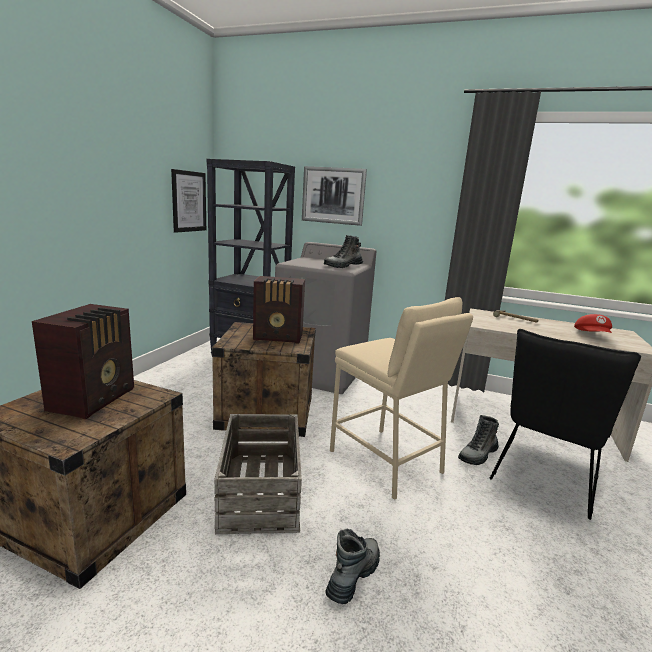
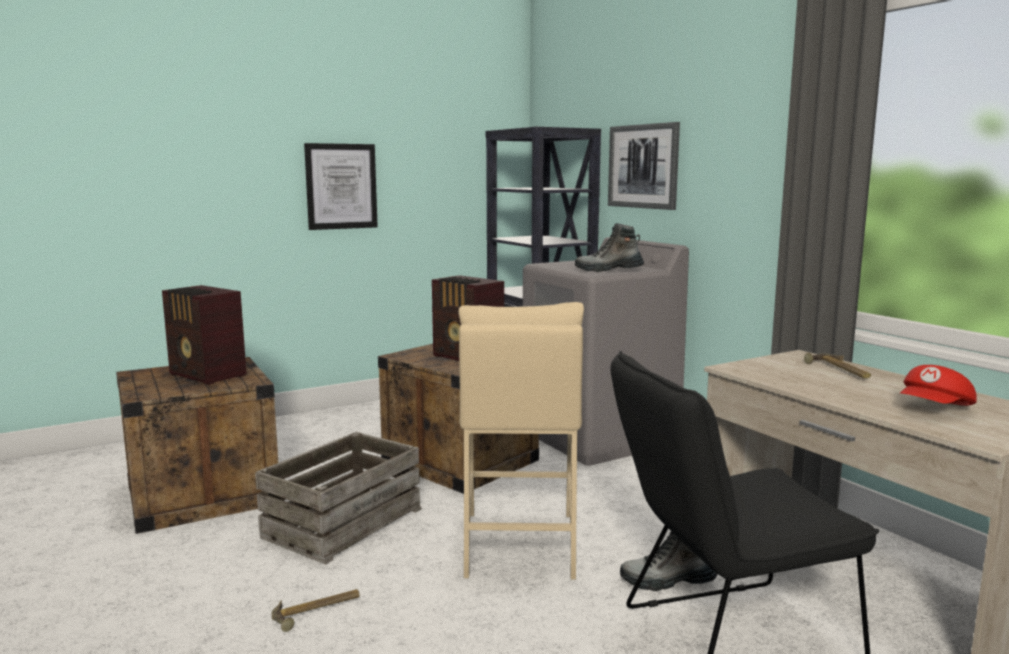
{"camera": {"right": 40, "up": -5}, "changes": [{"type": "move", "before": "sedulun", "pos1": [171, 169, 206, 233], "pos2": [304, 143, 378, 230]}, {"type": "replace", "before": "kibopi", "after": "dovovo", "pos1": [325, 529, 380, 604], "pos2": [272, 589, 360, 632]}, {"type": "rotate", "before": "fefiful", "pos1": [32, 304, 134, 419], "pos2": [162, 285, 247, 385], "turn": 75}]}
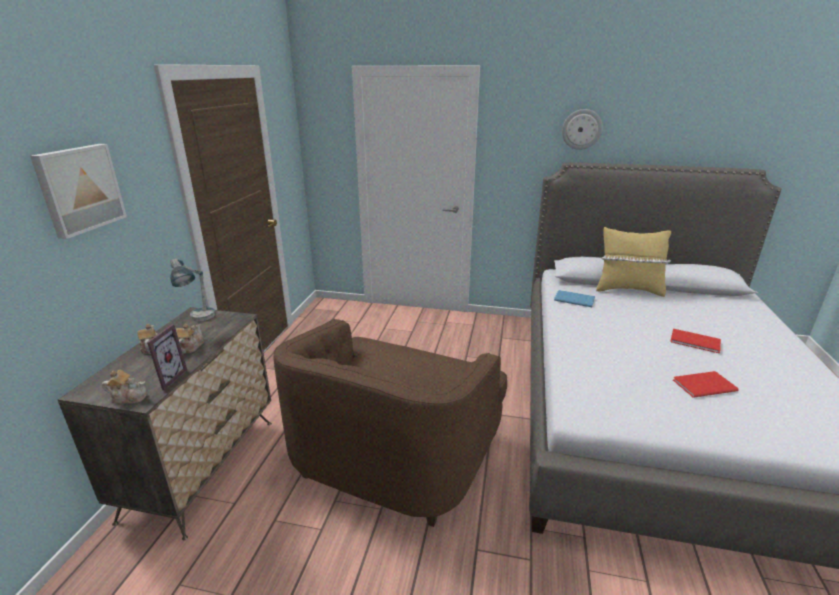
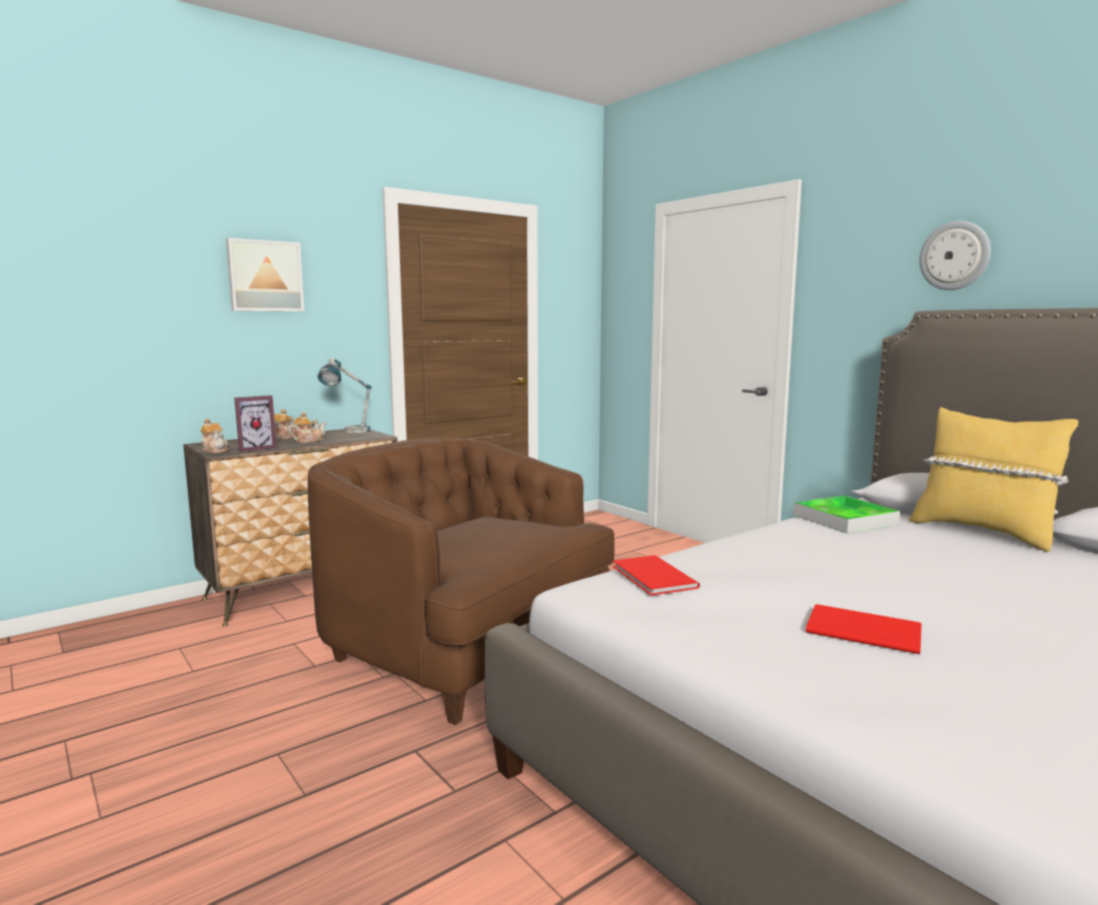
{"camera": {"right": 40, "up": -15}, "changes": [{"type": "move", "before": "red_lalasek", "pos1": [670, 329, 721, 353], "pos2": [613, 555, 700, 595]}, {"type": "replace", "before": "blue_lalasek", "after": "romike", "pos1": [554, 290, 595, 307], "pos2": [793, 495, 900, 533]}, {"type": "rotate", "before": "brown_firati", "pos1": [273, 319, 507, 527], "pos2": [308, 437, 615, 725], "turn": 60}]}
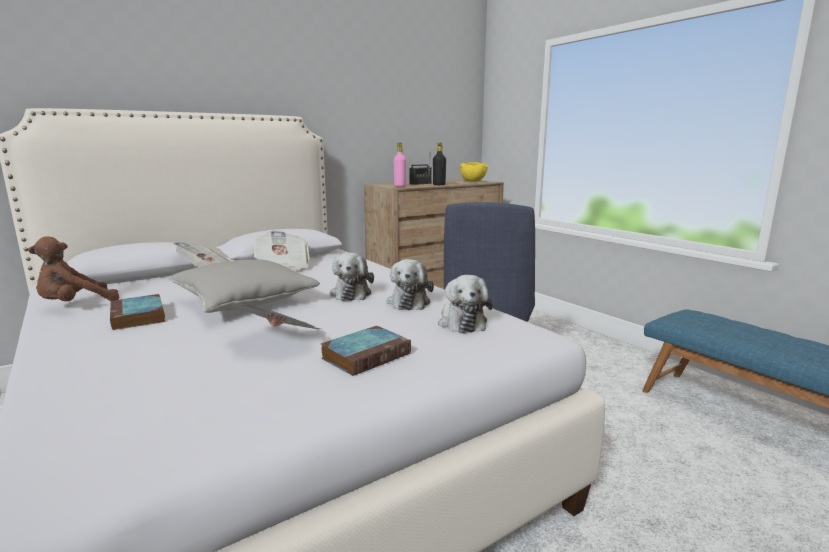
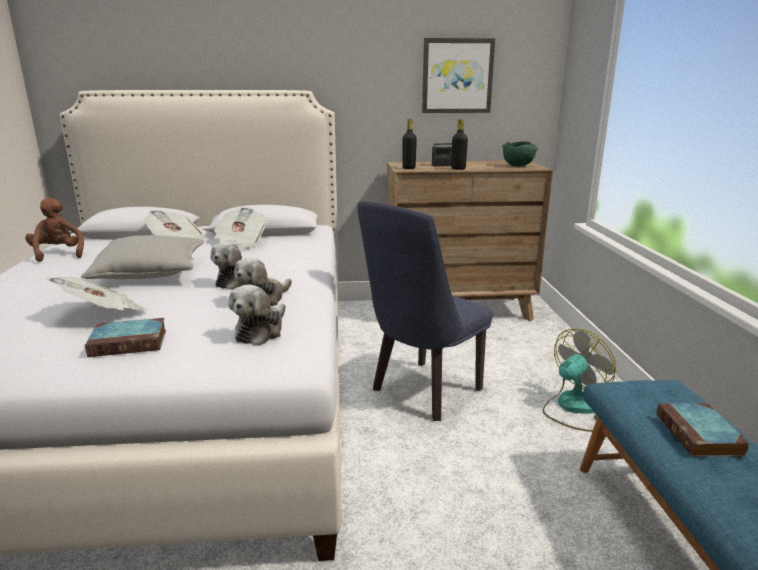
{"camera": {"right": 30, "up": 5}, "changes": [{"type": "insert", "after": "sedulun", "pos2": [422, 38, 495, 113]}, {"type": "insert", "after": "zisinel", "pos2": [543, 329, 616, 432]}, {"type": "move", "before": "lalasek", "pos1": [110, 294, 165, 330], "pos2": [657, 403, 750, 457]}, {"type": "recolor", "before": "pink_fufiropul", "after": "black_fufiropul", "pos1": [394, 142, 406, 187], "pos2": [403, 119, 417, 169]}, {"type": "recolor", "before": "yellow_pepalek", "after": "green_pepalek", "pos1": [460, 162, 488, 182], "pos2": [502, 141, 538, 166]}, {"type": "rotate", "before": "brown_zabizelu", "pos1": [28, 236, 119, 301], "pos2": [25, 197, 84, 262], "turn": 75}]}
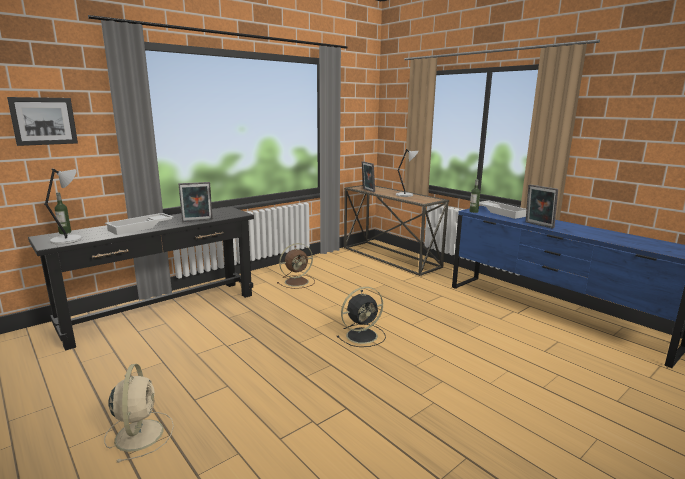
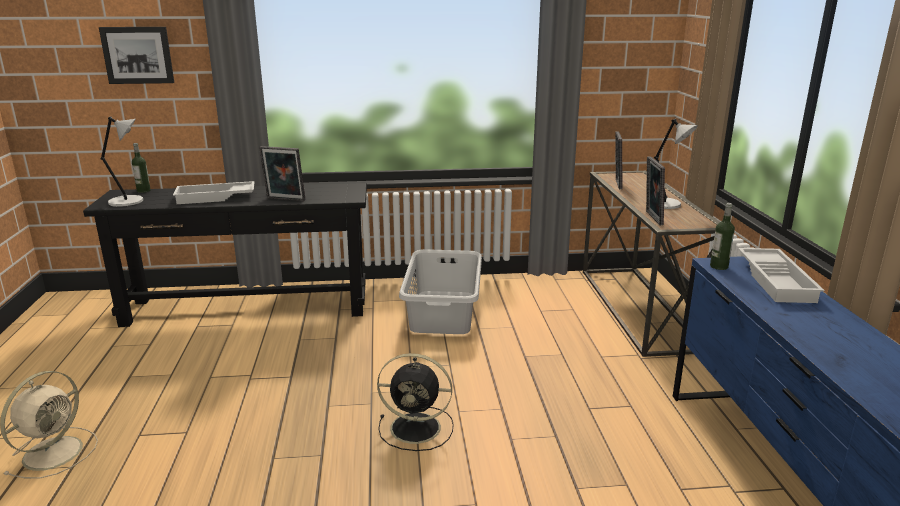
{"camera": {"right": 35, "up": 5}, "changes": [{"type": "move", "before": "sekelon", "pos1": [526, 185, 558, 229], "pos2": [646, 156, 665, 225]}, {"type": "replace", "before": "brown_zisinel", "after": "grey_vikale", "pos1": [277, 243, 315, 289], "pos2": [399, 249, 482, 334]}]}
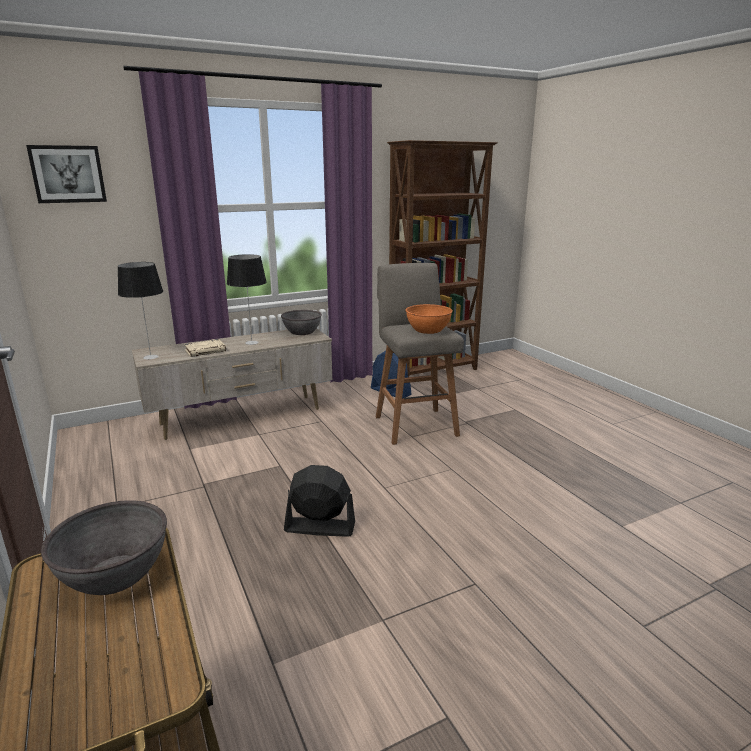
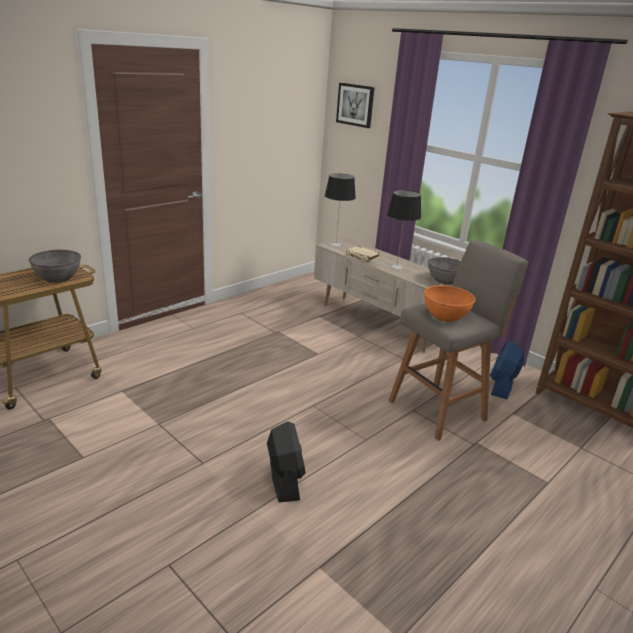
{"camera": {"right": 70, "up": 5}, "changes": [{"type": "move", "before": "black_zisinel", "pos1": [284, 465, 355, 537], "pos2": [267, 421, 306, 502]}]}
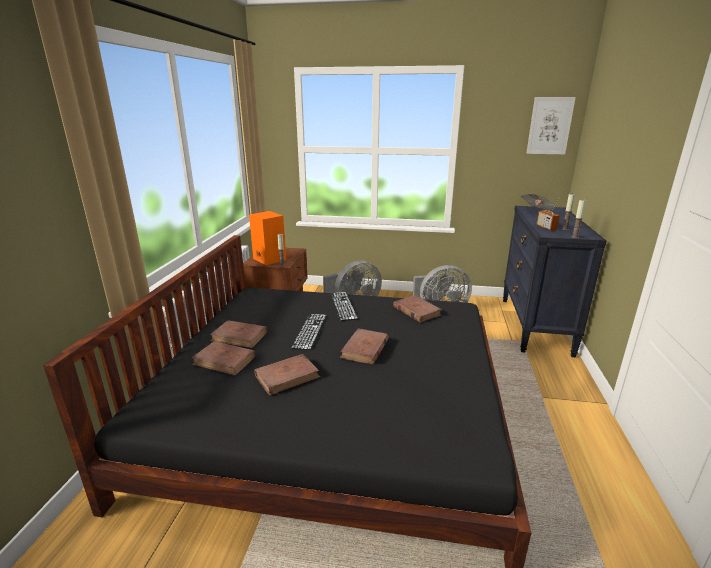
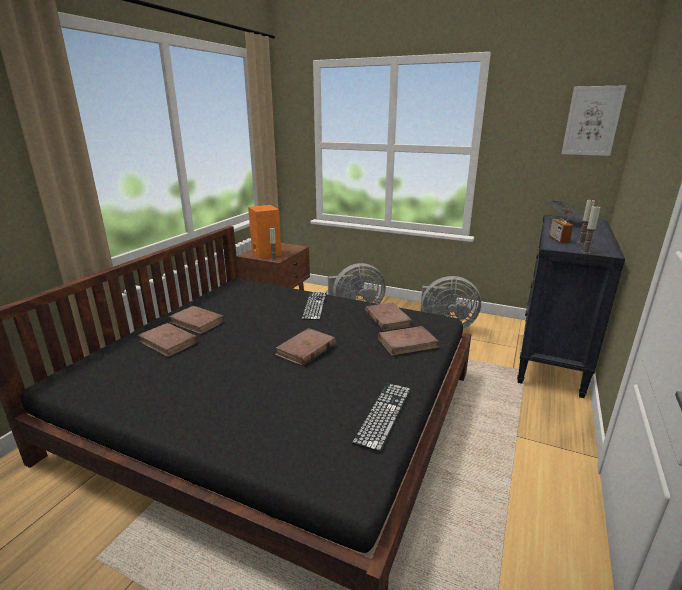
{"camera": {"right": 15, "up": 0}, "changes": [{"type": "move", "before": "brown_lalasek", "pos1": [255, 354, 320, 396], "pos2": [378, 326, 439, 356]}, {"type": "move", "before": "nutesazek", "pos1": [291, 314, 327, 350], "pos2": [352, 383, 411, 452]}]}
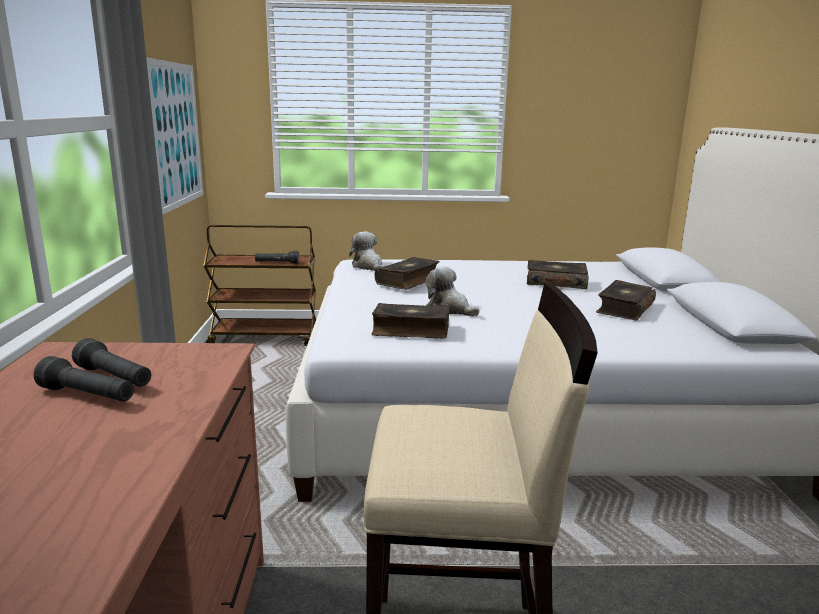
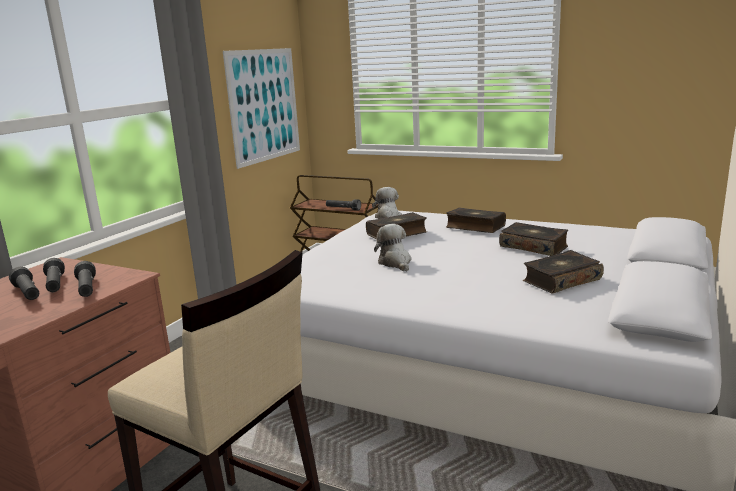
{"camera": {"right": 30, "up": 0}, "changes": [{"type": "insert", "after": "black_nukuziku", "pos2": [74, 261, 96, 297]}, {"type": "move", "before": "lalasek", "pos1": [372, 303, 450, 339], "pos2": [446, 208, 506, 233]}]}
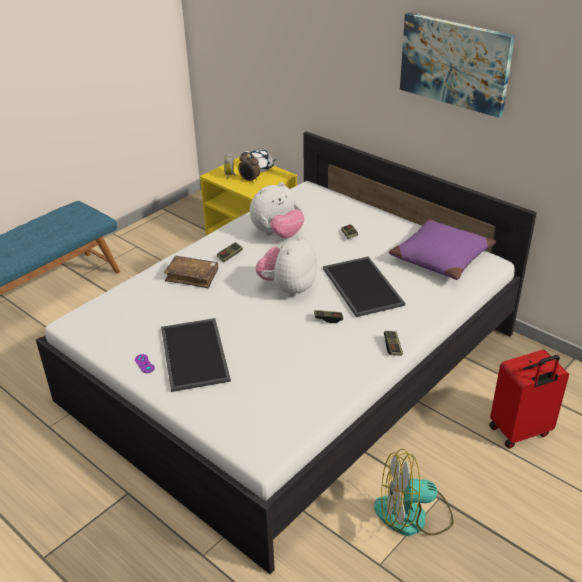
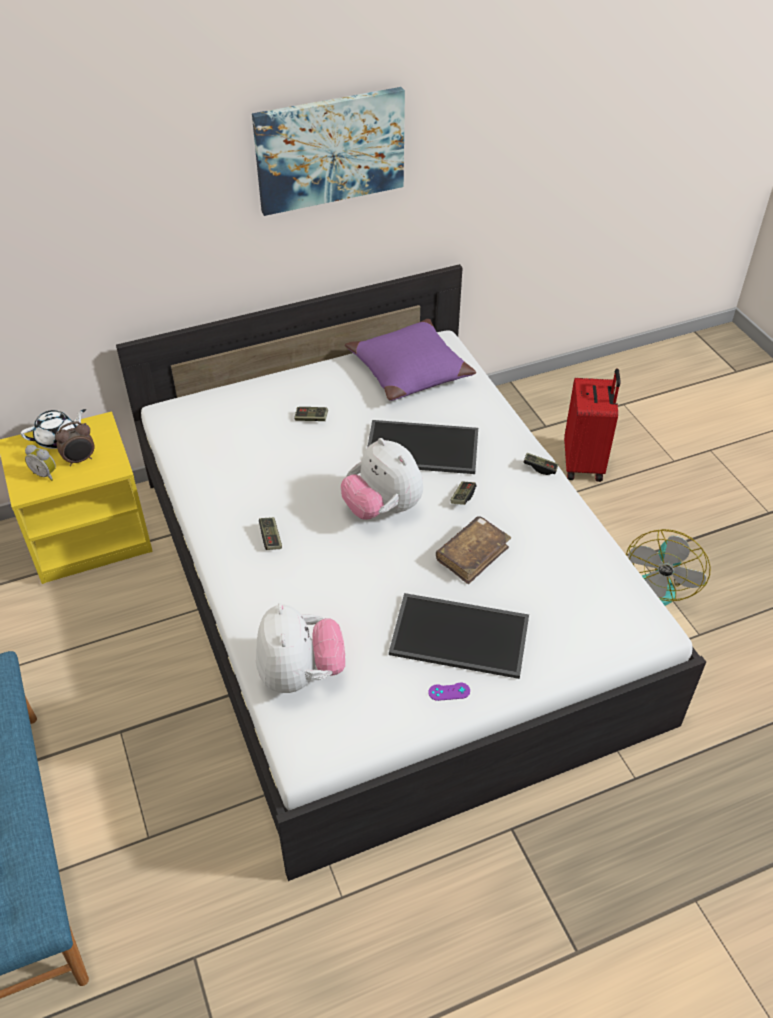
{"camera": {"right": -65, "up": 10}, "changes": [{"type": "move", "before": "brown_lalasek", "pos1": [164, 256, 218, 288], "pos2": [436, 516, 511, 584]}, {"type": "move", "before": "zabizelu", "pos1": [250, 182, 304, 239], "pos2": [256, 603, 345, 693]}]}
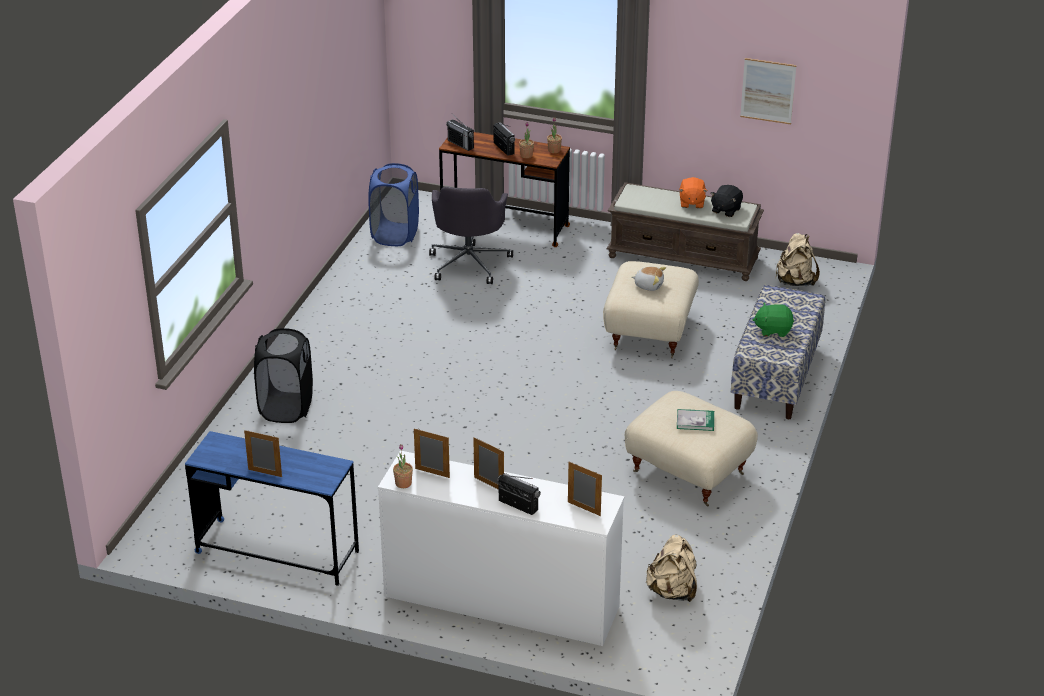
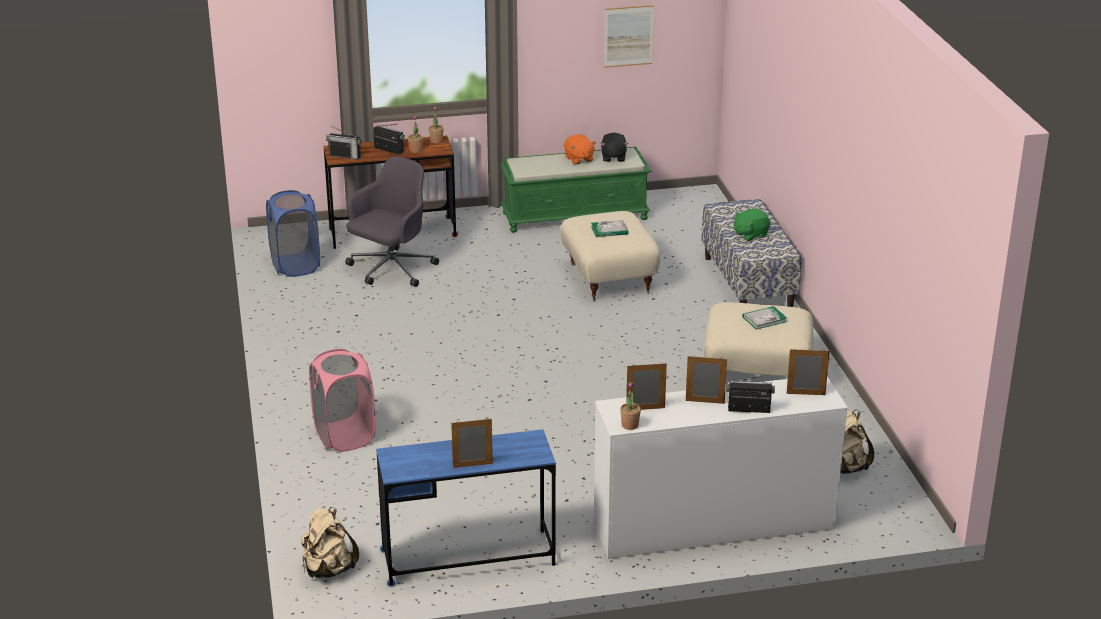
{"camera": {"right": -30, "up": -5}, "changes": [{"type": "move", "before": "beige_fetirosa", "pos1": [776, 233, 820, 286], "pos2": [301, 507, 359, 578]}, {"type": "replace", "before": "zabizelu", "after": "lalasek", "pos1": [632, 266, 666, 291], "pos2": [591, 220, 628, 237]}, {"type": "recolor", "before": "black_vikale", "after": "pink_vikale", "pos1": [254, 328, 313, 423], "pos2": [309, 349, 376, 452]}, {"type": "recolor", "before": "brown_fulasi", "after": "green_fulasi", "pos1": [607, 182, 764, 281], "pos2": [500, 147, 651, 233]}, {"type": "rotate", "before": "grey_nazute", "pos1": [429, 187, 513, 284], "pos2": [345, 157, 439, 287], "turn": -120}]}
